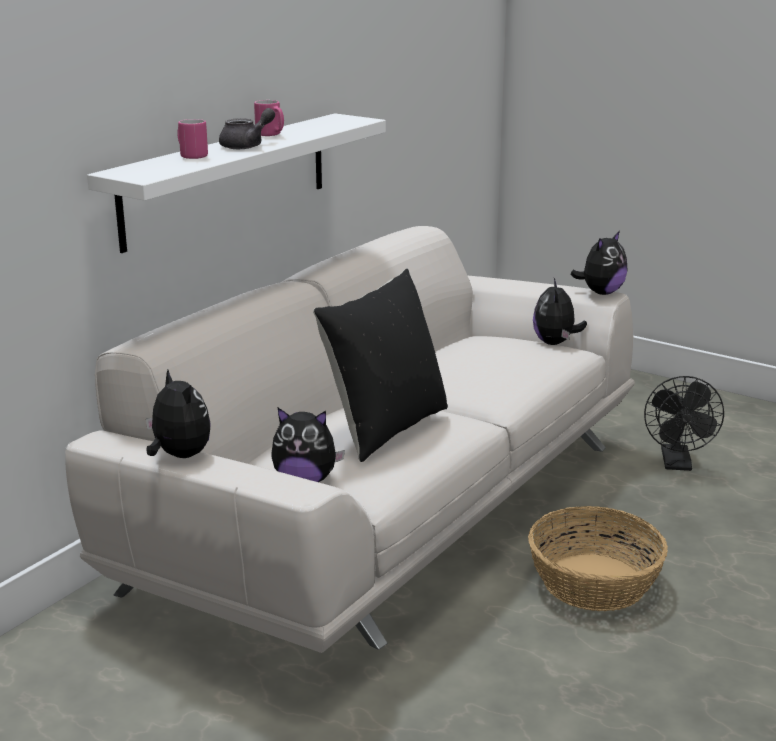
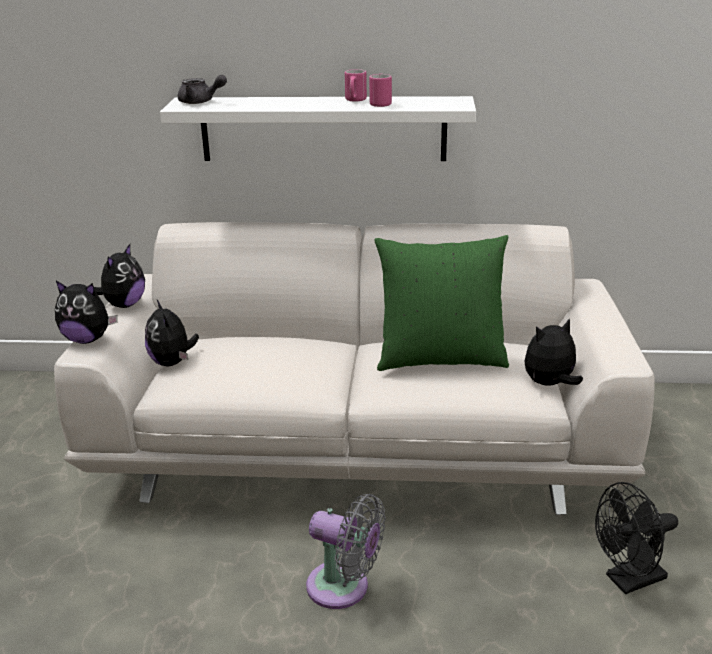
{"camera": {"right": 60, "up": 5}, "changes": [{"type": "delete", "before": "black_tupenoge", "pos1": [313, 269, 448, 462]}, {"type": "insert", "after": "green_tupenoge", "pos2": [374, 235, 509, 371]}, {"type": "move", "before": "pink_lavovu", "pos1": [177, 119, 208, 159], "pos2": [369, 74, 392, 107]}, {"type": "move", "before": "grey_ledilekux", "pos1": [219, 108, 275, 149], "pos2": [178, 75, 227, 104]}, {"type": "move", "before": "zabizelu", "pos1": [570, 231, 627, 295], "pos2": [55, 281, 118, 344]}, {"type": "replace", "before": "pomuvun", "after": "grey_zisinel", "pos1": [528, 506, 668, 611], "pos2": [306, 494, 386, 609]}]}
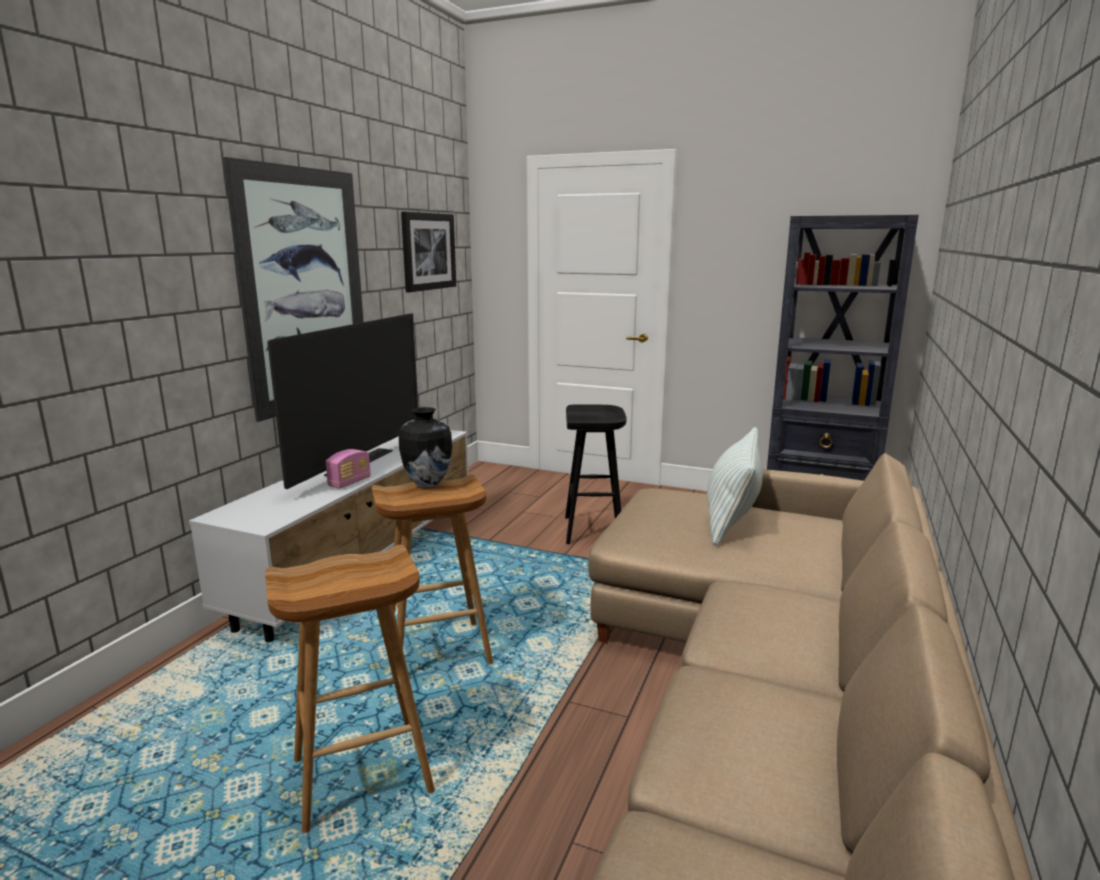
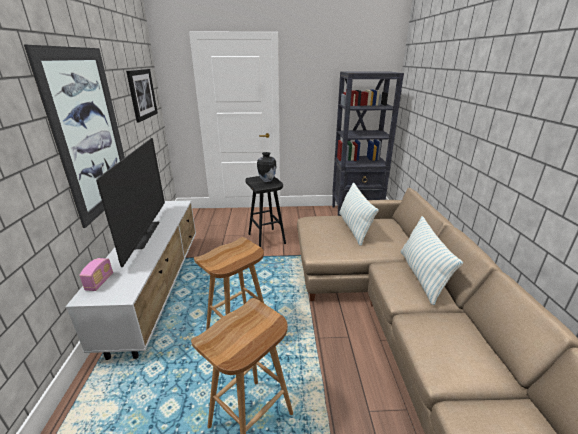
{"camera": {"right": -25, "up": 10}, "changes": [{"type": "insert", "after": "tupenoge", "pos2": [401, 216, 463, 305]}, {"type": "move", "before": "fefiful", "pos1": [326, 449, 371, 488], "pos2": [79, 258, 113, 291]}, {"type": "move", "before": "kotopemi", "pos1": [399, 407, 452, 488], "pos2": [257, 152, 276, 182]}]}
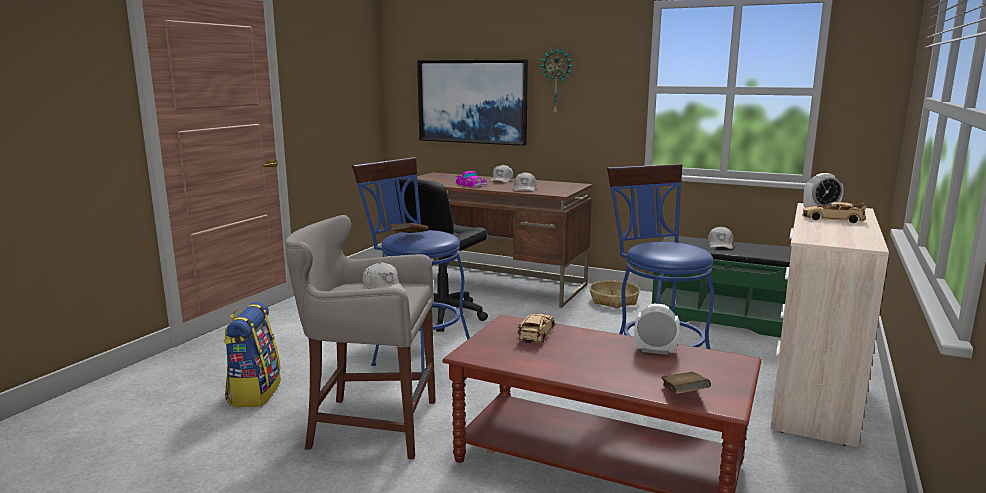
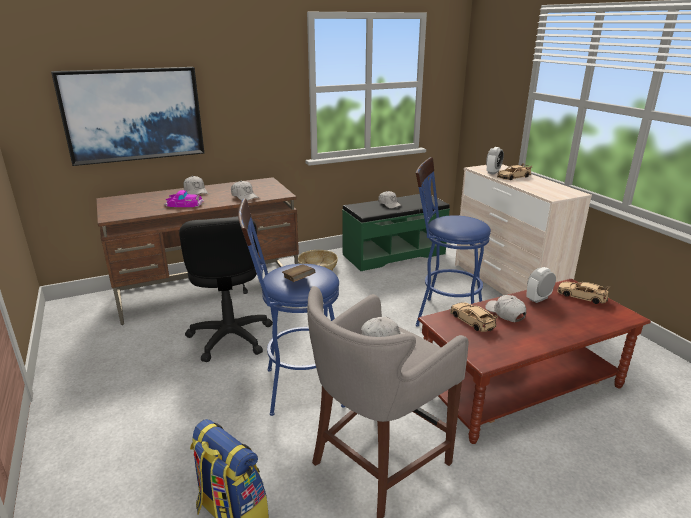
{"camera": {"right": -50, "up": 10}, "changes": [{"type": "delete", "before": "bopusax", "pos1": [540, 47, 573, 116]}, {"type": "delete", "before": "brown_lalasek", "pos1": [661, 372, 711, 394]}, {"type": "insert", "after": "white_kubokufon", "pos2": [485, 295, 526, 322]}, {"type": "insert", "after": "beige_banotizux", "pos2": [557, 282, 610, 304]}]}
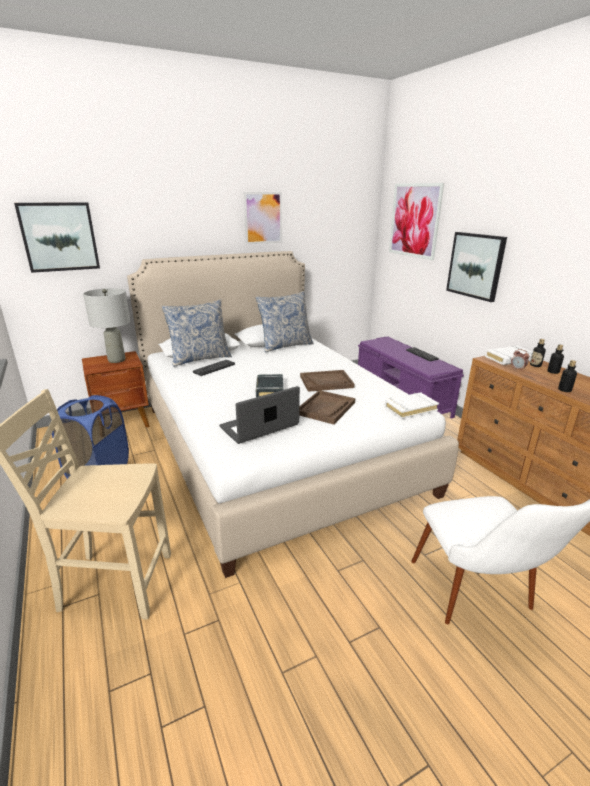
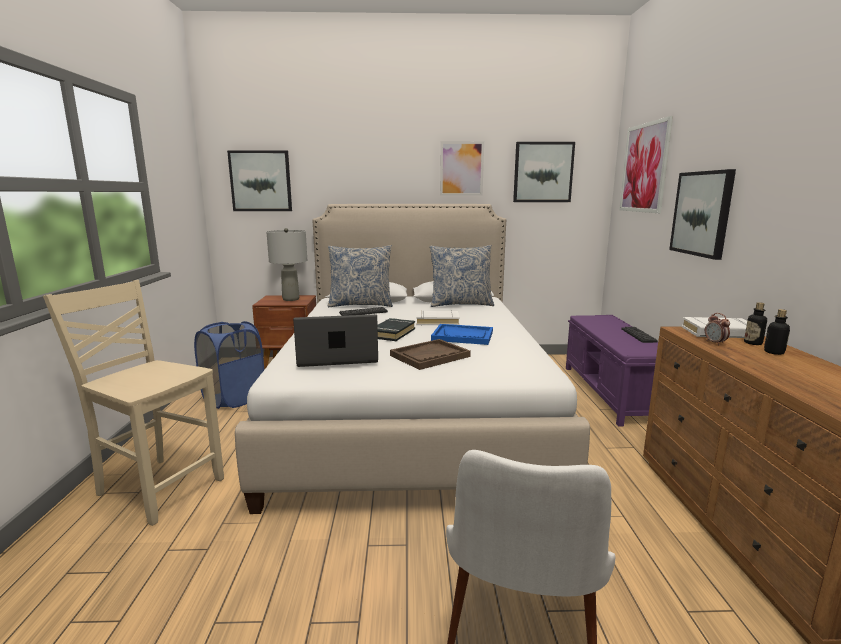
{"camera": {"right": 25, "up": -10}, "changes": [{"type": "delete", "before": "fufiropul", "pos1": [558, 360, 577, 392]}, {"type": "insert", "after": "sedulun", "pos2": [513, 142, 575, 202]}, {"type": "move", "before": "white_lalasek", "pos1": [384, 392, 439, 419], "pos2": [416, 310, 460, 325]}, {"type": "recolor", "before": "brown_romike", "after": "blue_romike", "pos1": [300, 370, 355, 392], "pos2": [431, 324, 493, 345]}]}
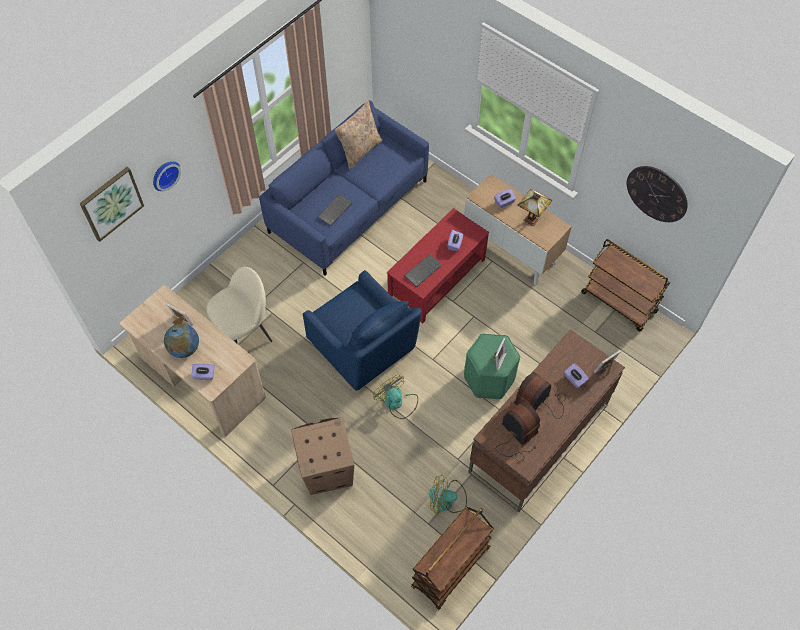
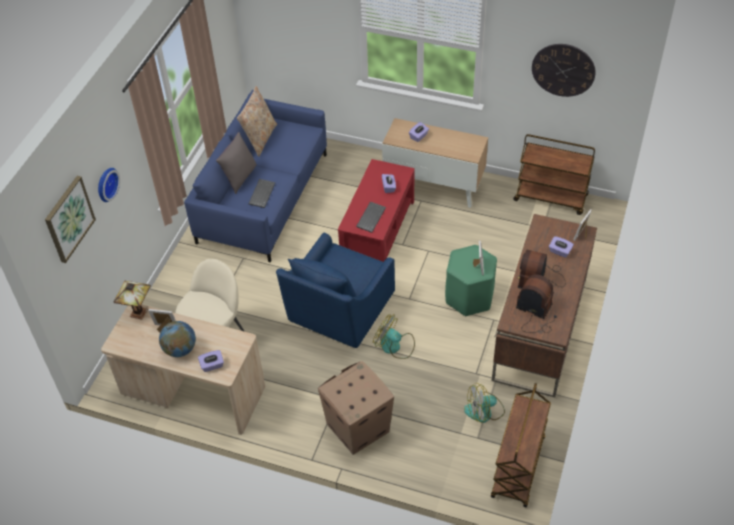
{"camera": {"right": -20, "up": -10}, "changes": [{"type": "insert", "after": "grey_tupenoge", "pos2": [216, 132, 257, 194]}, {"type": "move", "before": "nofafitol", "pos1": [518, 189, 552, 226], "pos2": [114, 281, 151, 320]}, {"type": "rotate", "before": "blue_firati", "pos1": [303, 270, 422, 391], "pos2": [276, 233, 395, 348], "turn": 90}]}
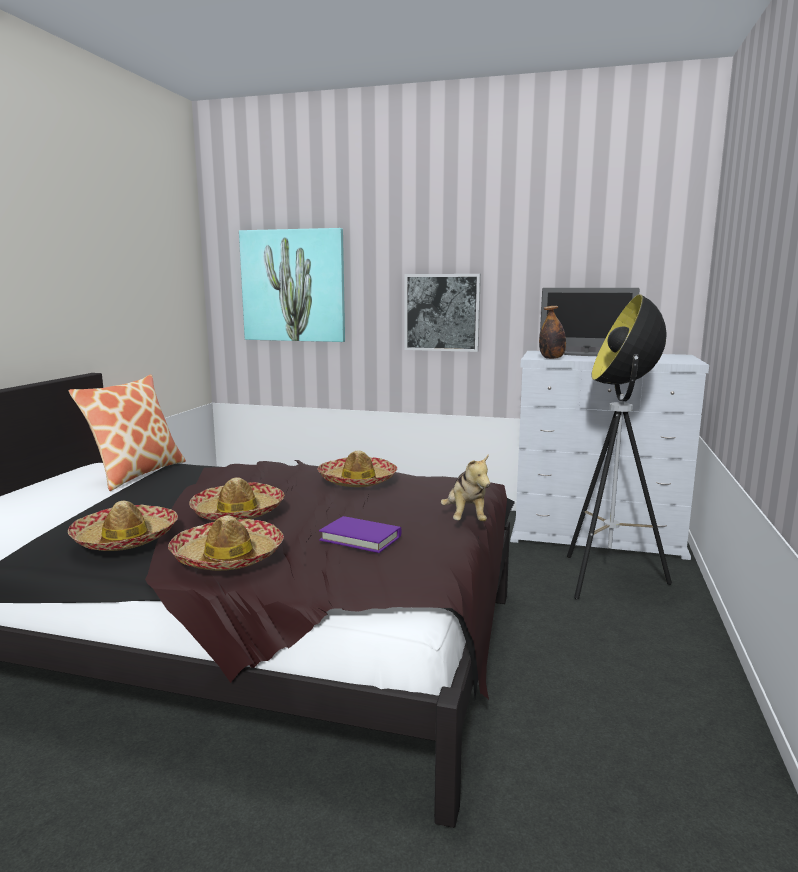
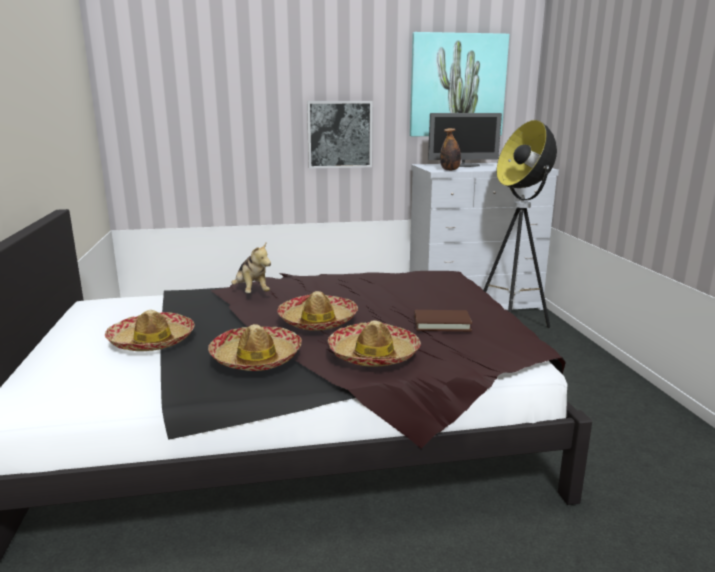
{"camera": {"right": -25, "up": 5}, "changes": [{"type": "delete", "before": "tupenoge", "pos1": [69, 375, 186, 491]}, {"type": "move", "before": "sedulun", "pos1": [239, 228, 345, 342], "pos2": [410, 32, 509, 136]}, {"type": "move", "before": "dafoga", "pos1": [318, 450, 397, 487], "pos2": [105, 310, 195, 351]}, {"type": "move", "before": "zabizelu", "pos1": [441, 454, 490, 521], "pos2": [231, 243, 271, 293]}, {"type": "recolor", "before": "purple_lalasek", "after": "brown_lalasek", "pos1": [319, 516, 402, 553], "pos2": [414, 310, 472, 331]}]}
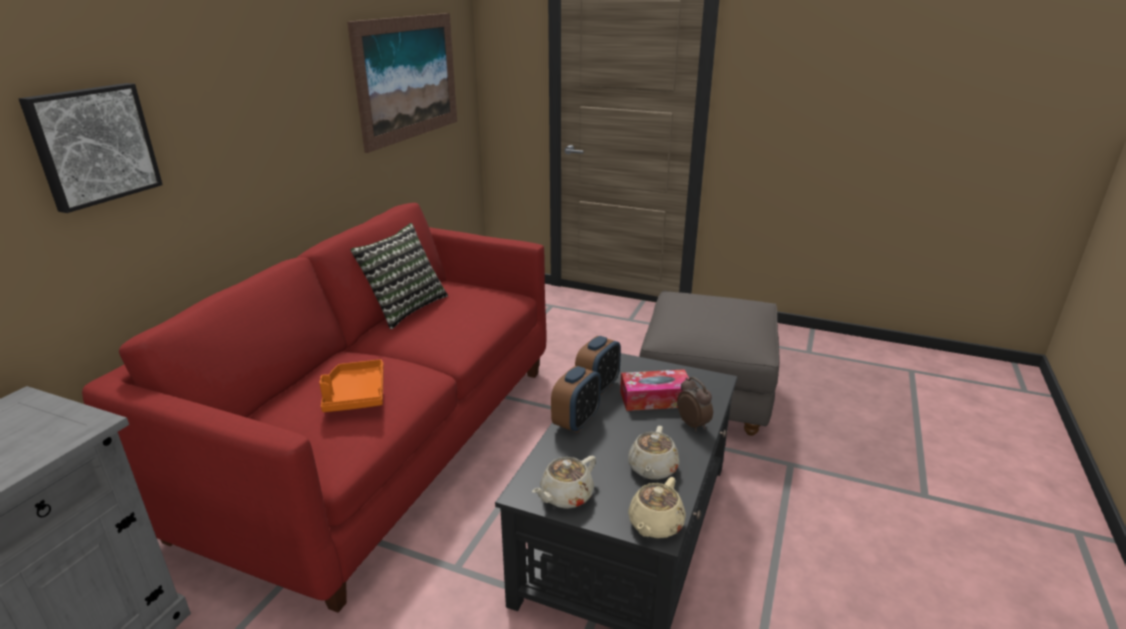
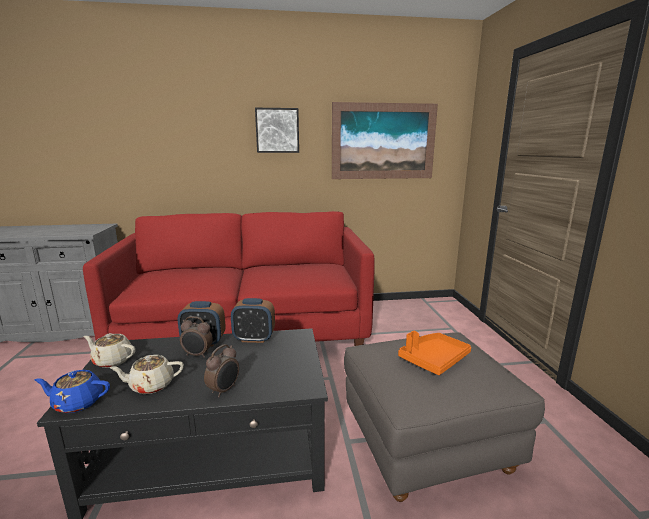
{"camera": {"right": 60, "up": -10}, "changes": [{"type": "delete", "before": "tupenoge", "pos1": [351, 223, 448, 329]}, {"type": "delete", "before": "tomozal", "pos1": [620, 369, 689, 411]}, {"type": "insert", "after": "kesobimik", "pos2": [180, 316, 213, 358]}, {"type": "move", "before": "sedulun", "pos1": [19, 83, 163, 213], "pos2": [255, 108, 299, 153]}, {"type": "move", "before": "orange_romike", "pos1": [319, 359, 384, 412], "pos2": [398, 331, 471, 375]}, {"type": "recolor", "before": "beige_ledilekux", "after": "blue_ledilekux", "pos1": [628, 477, 686, 538], "pos2": [34, 370, 110, 413]}]}
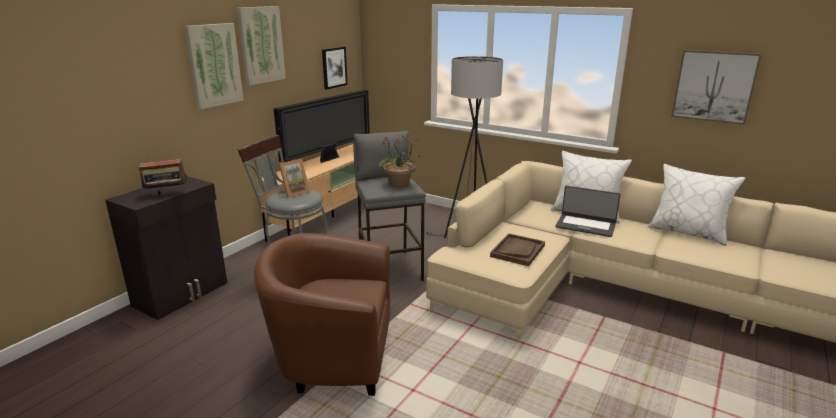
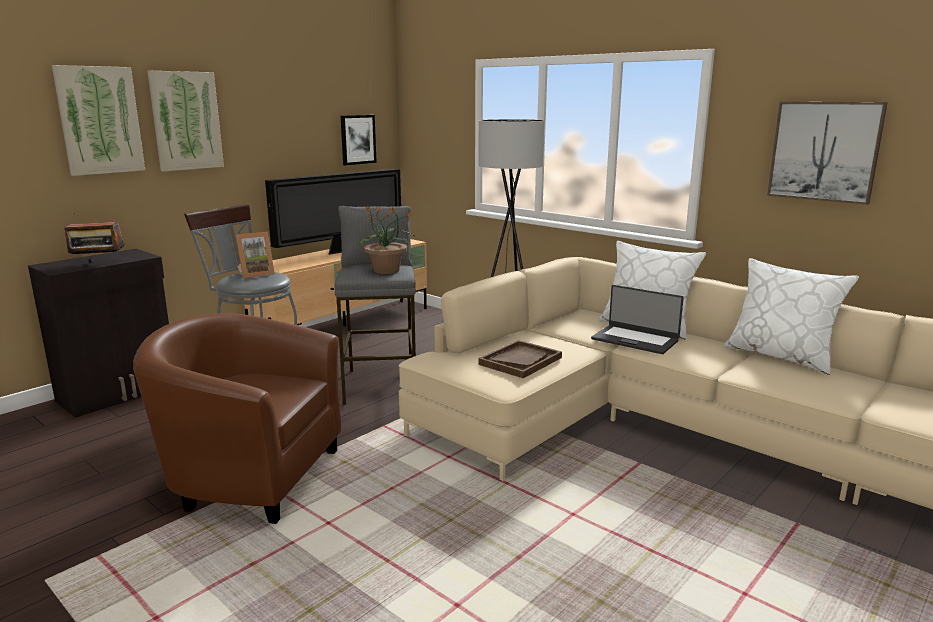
{"camera": {"right": 10, "up": -5}, "changes": [{"type": "move", "before": "sedulun", "pos1": [237, 6, 286, 86], "pos2": [52, 65, 145, 176]}]}
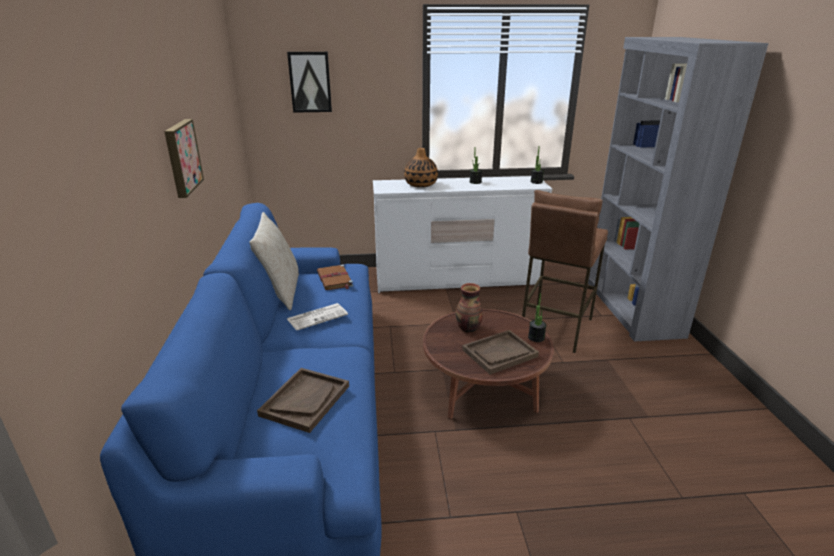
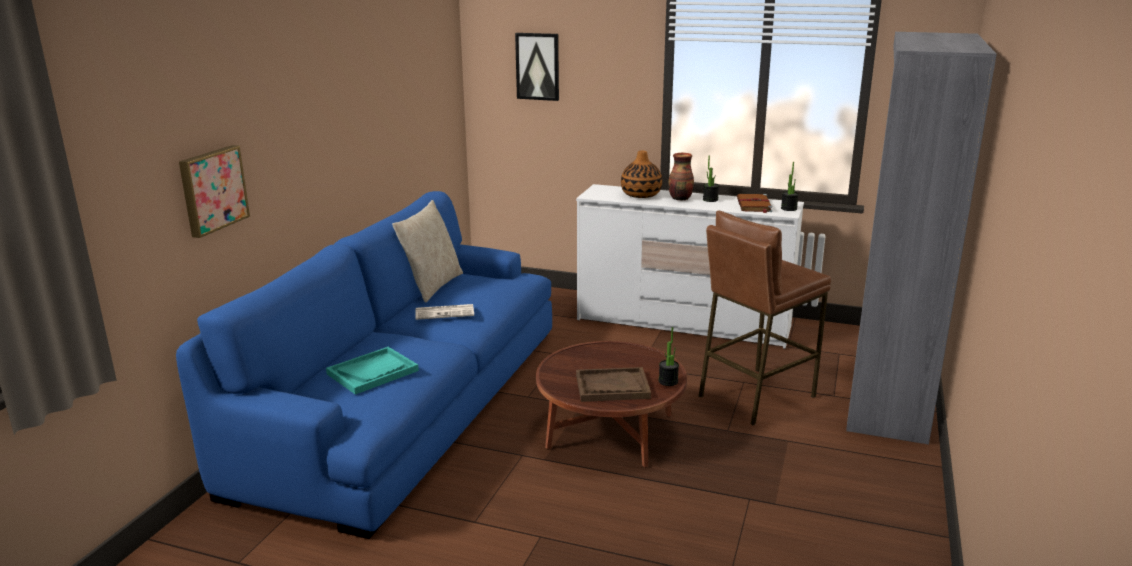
{"camera": {"right": 25, "up": -5}, "changes": [{"type": "move", "before": "sedulun", "pos1": [164, 119, 204, 198], "pos2": [179, 145, 250, 238]}, {"type": "move", "before": "brown_lalasek", "pos1": [317, 265, 353, 290], "pos2": [737, 194, 772, 213]}, {"type": "move", "before": "kotopemi", "pos1": [456, 283, 483, 332], "pos2": [668, 153, 694, 201]}, {"type": "recolor", "before": "brown_romike", "after": "turquoise_romike", "pos1": [257, 368, 349, 433], "pos2": [326, 347, 419, 395]}]}
